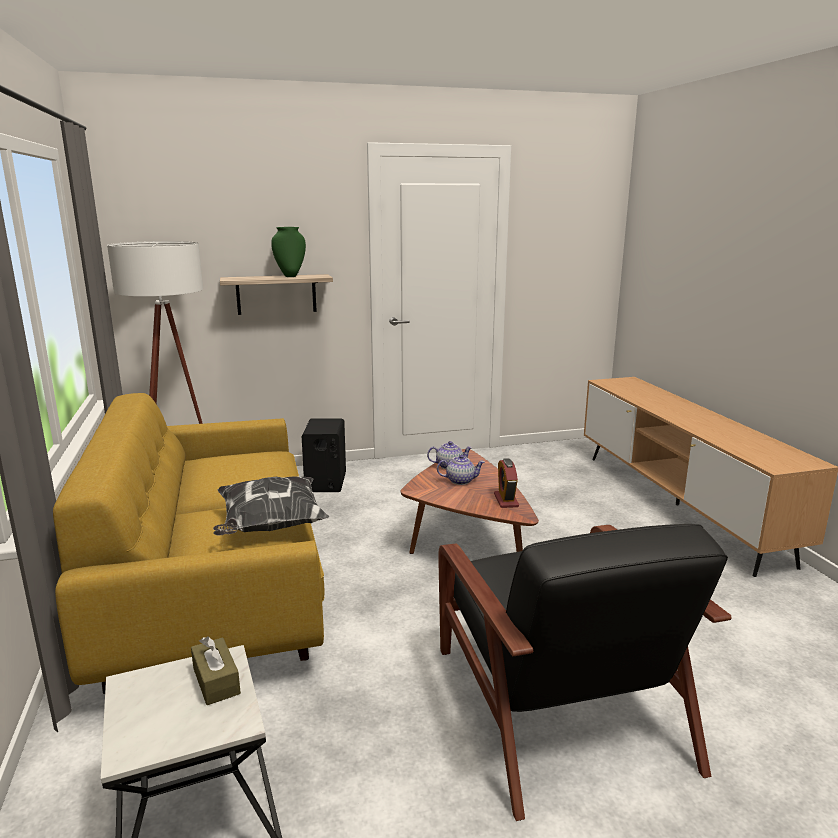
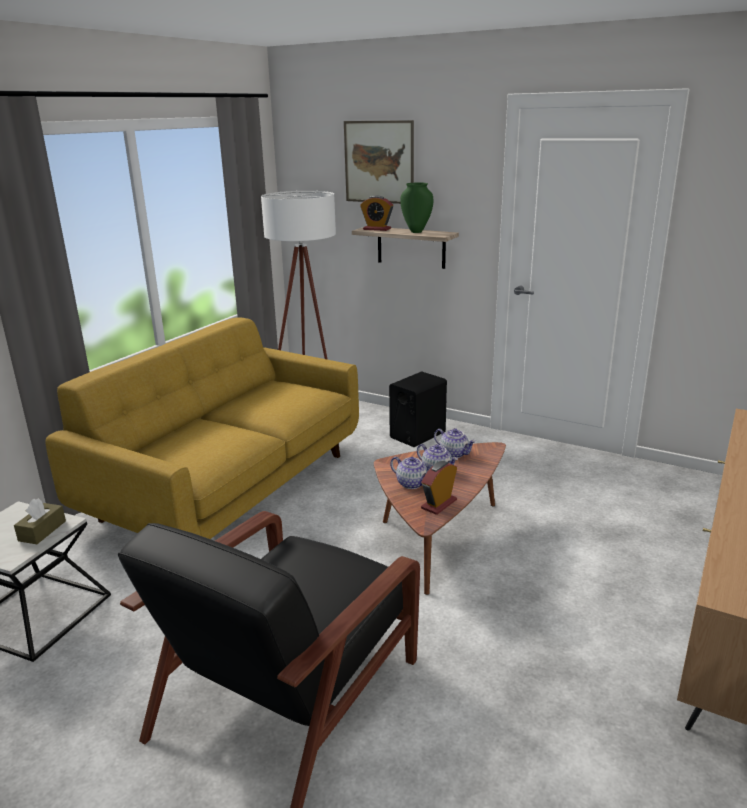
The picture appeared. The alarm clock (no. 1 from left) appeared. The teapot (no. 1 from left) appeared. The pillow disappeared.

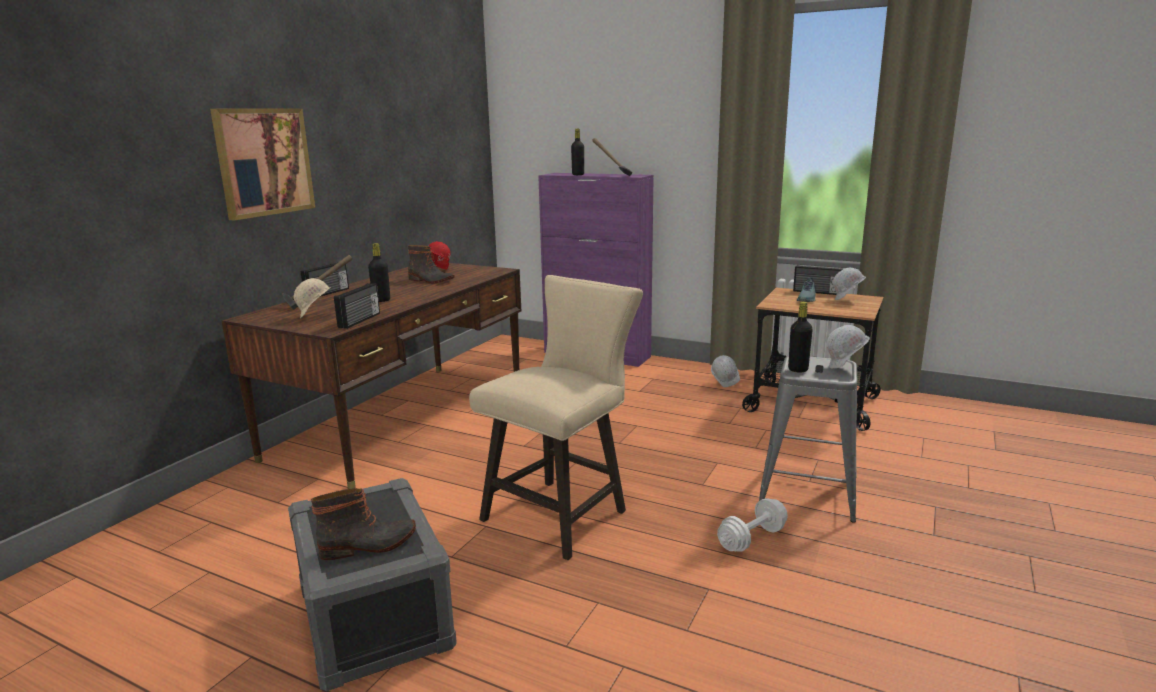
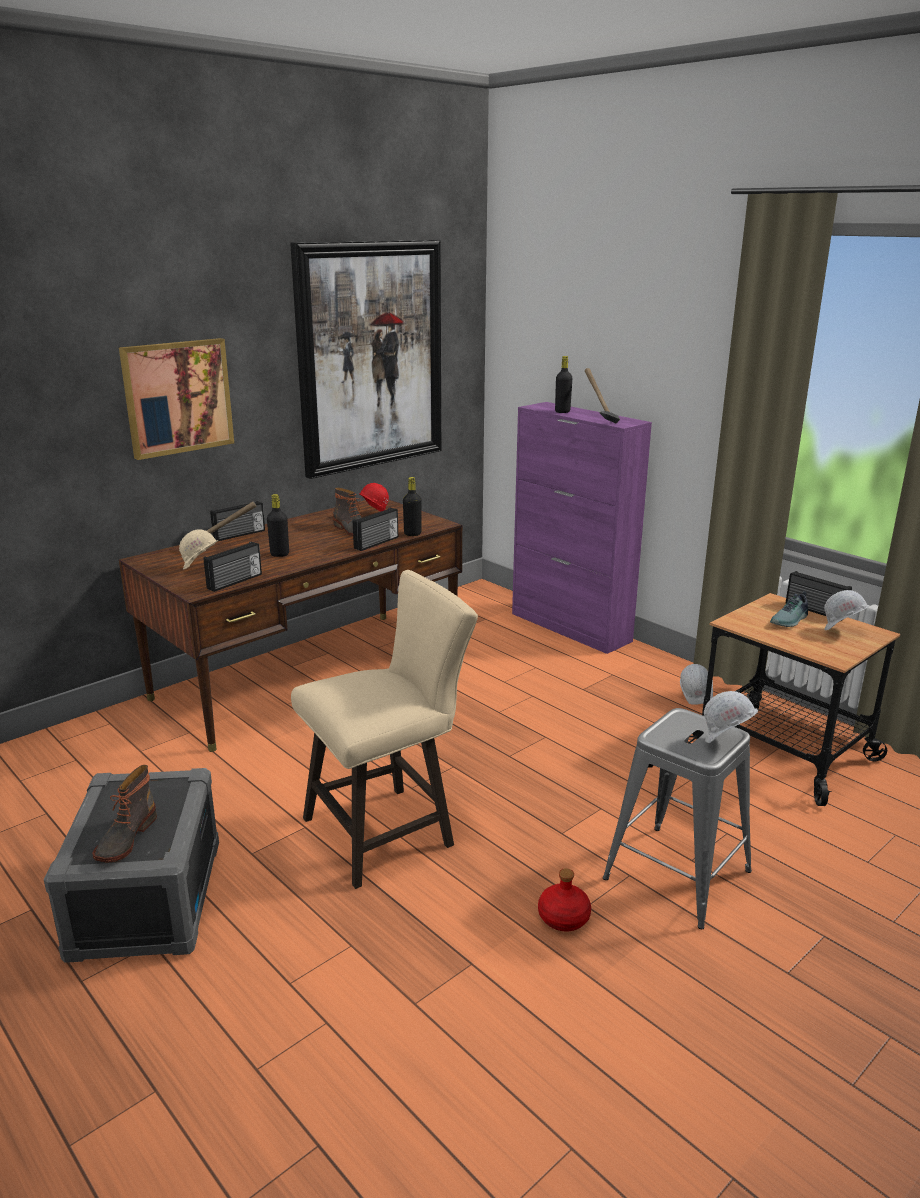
The boot (no. 1 from left) turned 105 degrees clockwise. The picture (no. 2 from left) appeared. The radio (no. 3 from left) appeared. The black bottle (no. 3 from left in the first image) moved. The white dumbbell was replaced by the red bottle.

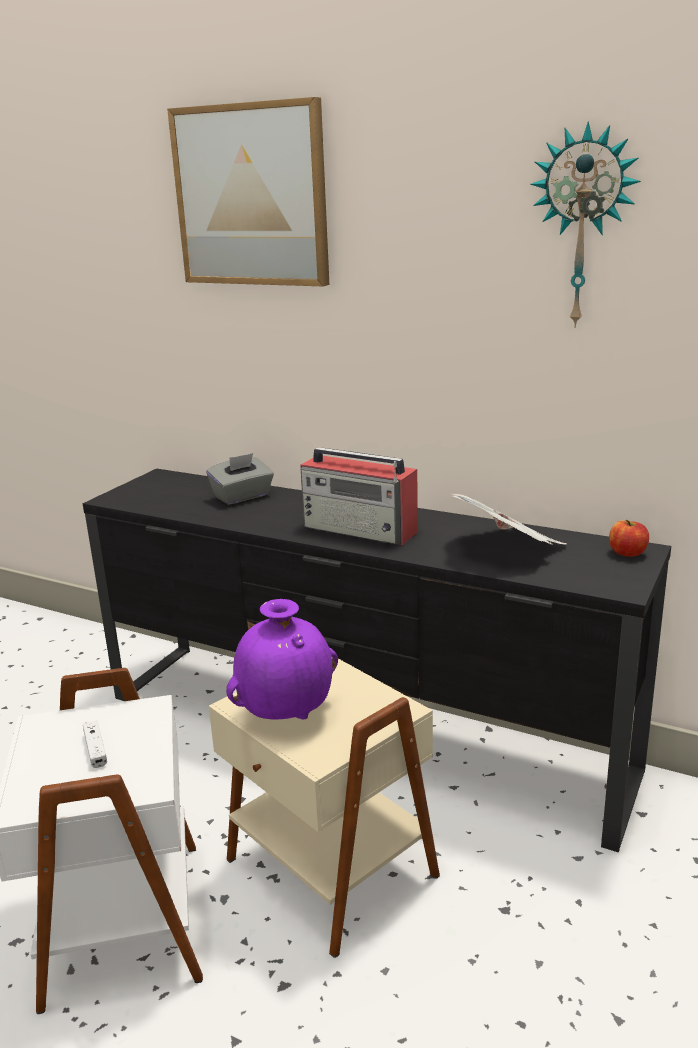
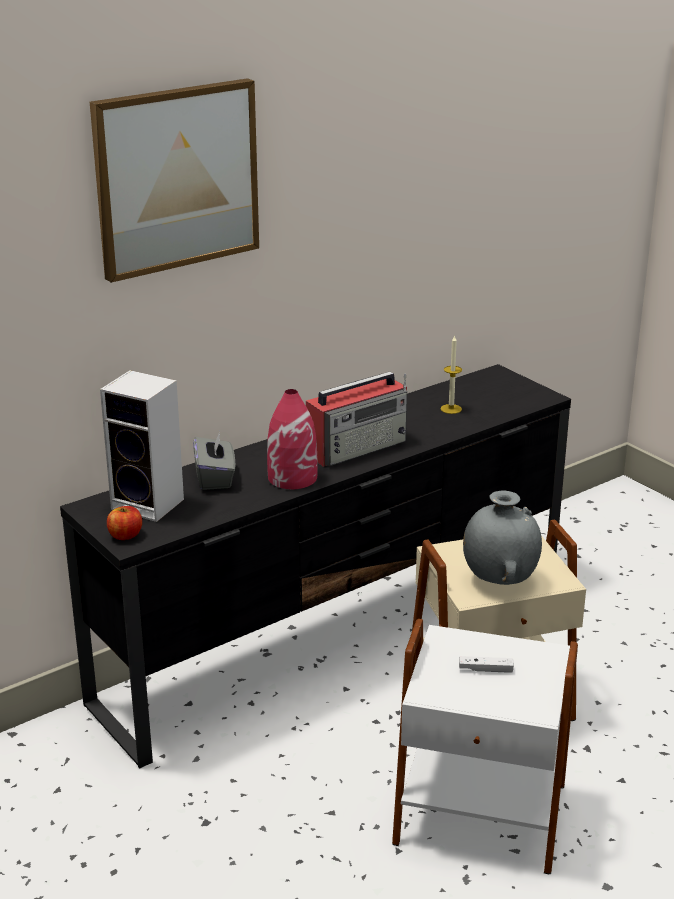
The speaker appeared. The apple moved. The red vase appeared. The newspaper was replaced by the candle. The purple vase became the grey vase. The wall clock disappeared.

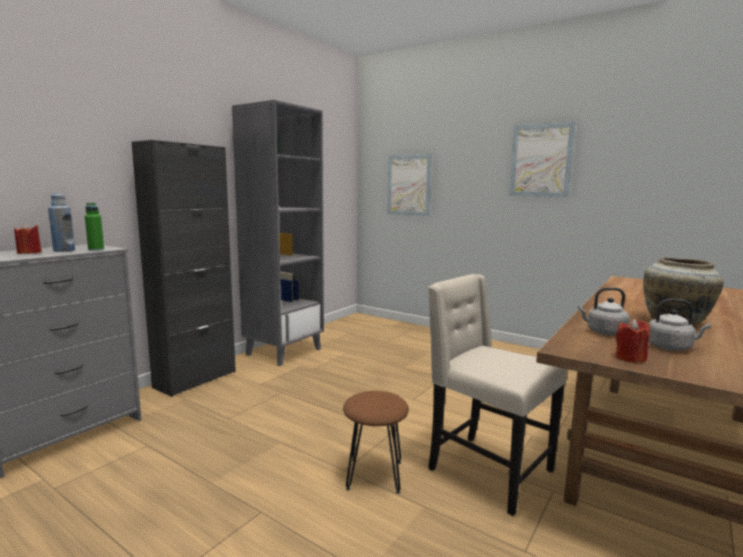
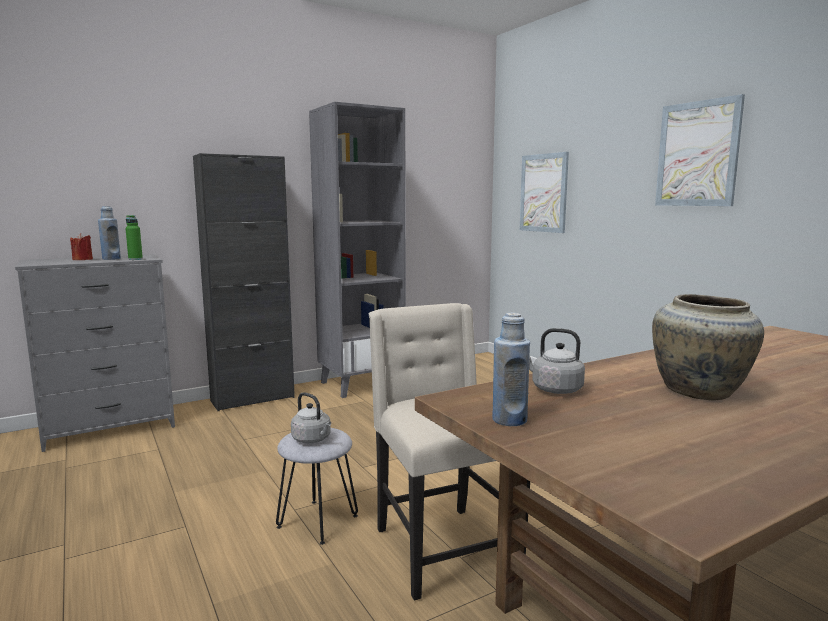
The brown stool became the grey stool. The grey kettle (no. 2 from left in the first image) moved. The red candle (no. 2 from left) was replaced by the blue bottle (no. 2 from left).

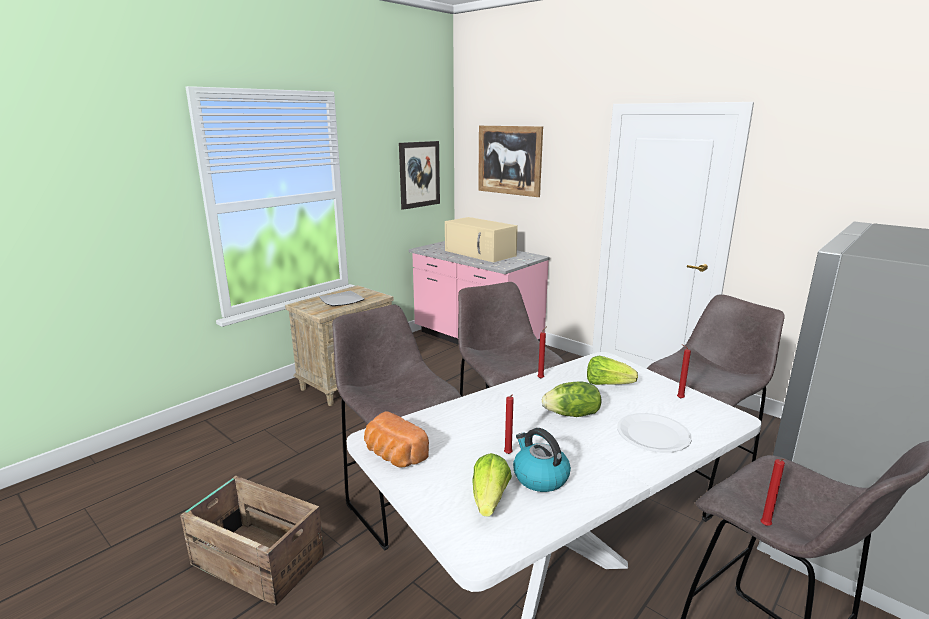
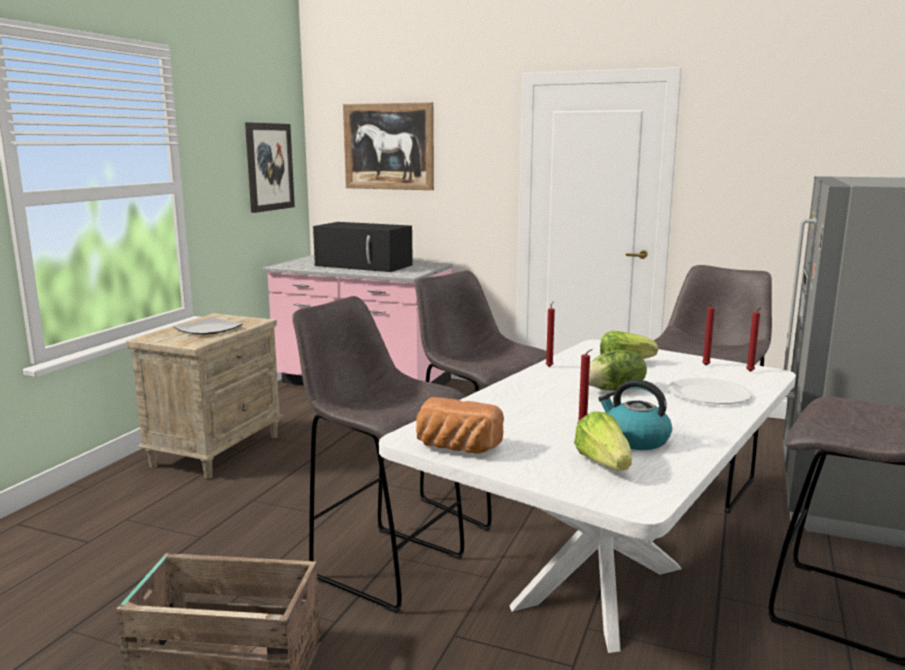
The beige microwave became the black microwave. The red candle (no. 4 from left) moved.

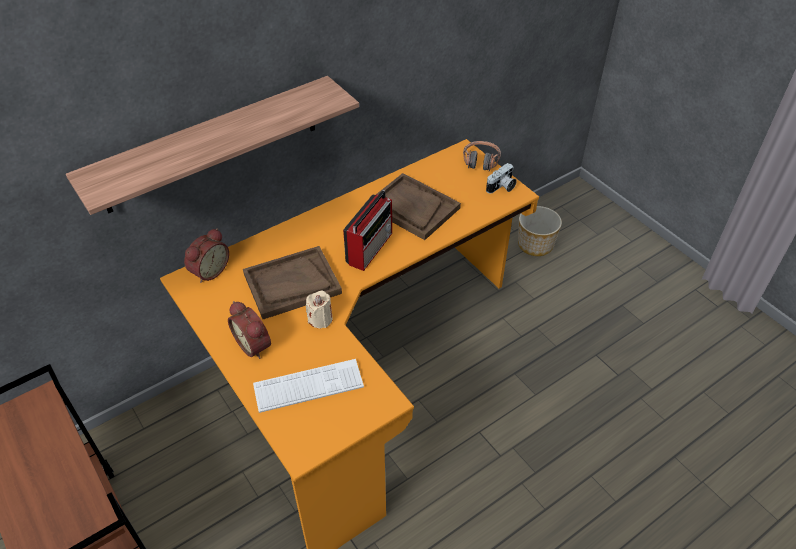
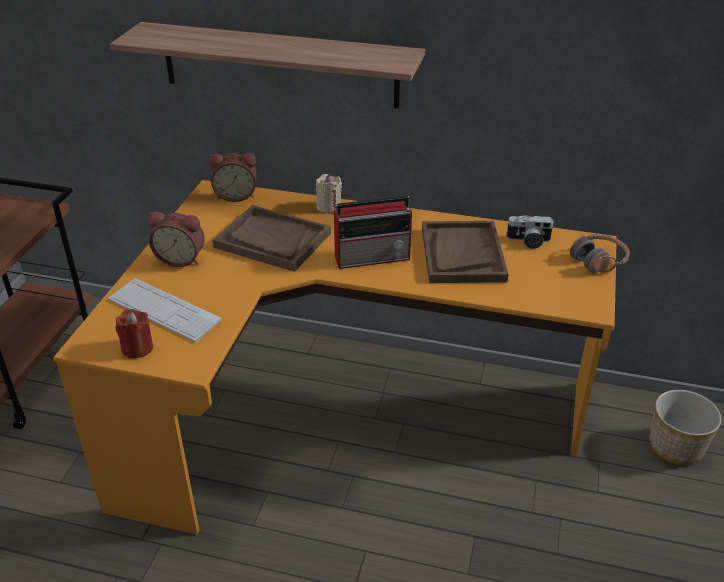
The red candle appeared. The alarm clock (no. 2 from left in the first image) turned 90 degrees counterclockwise. The beige candle moved. The photo camera moved.

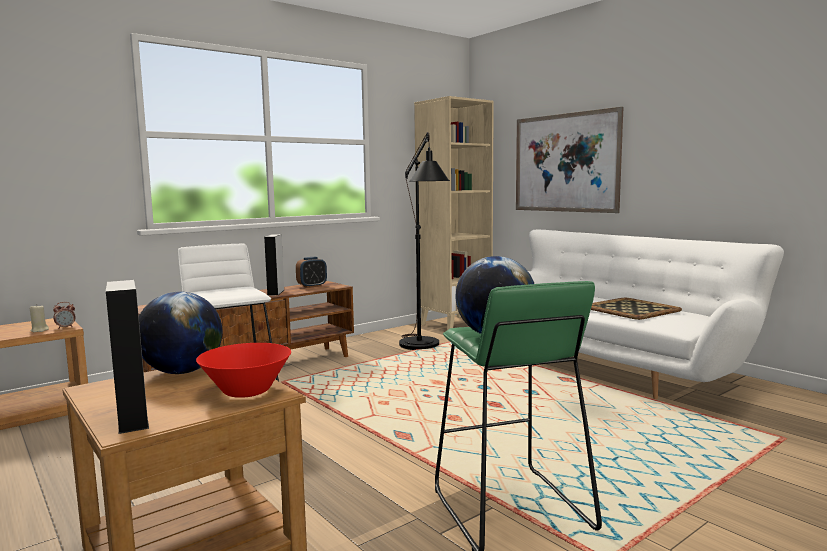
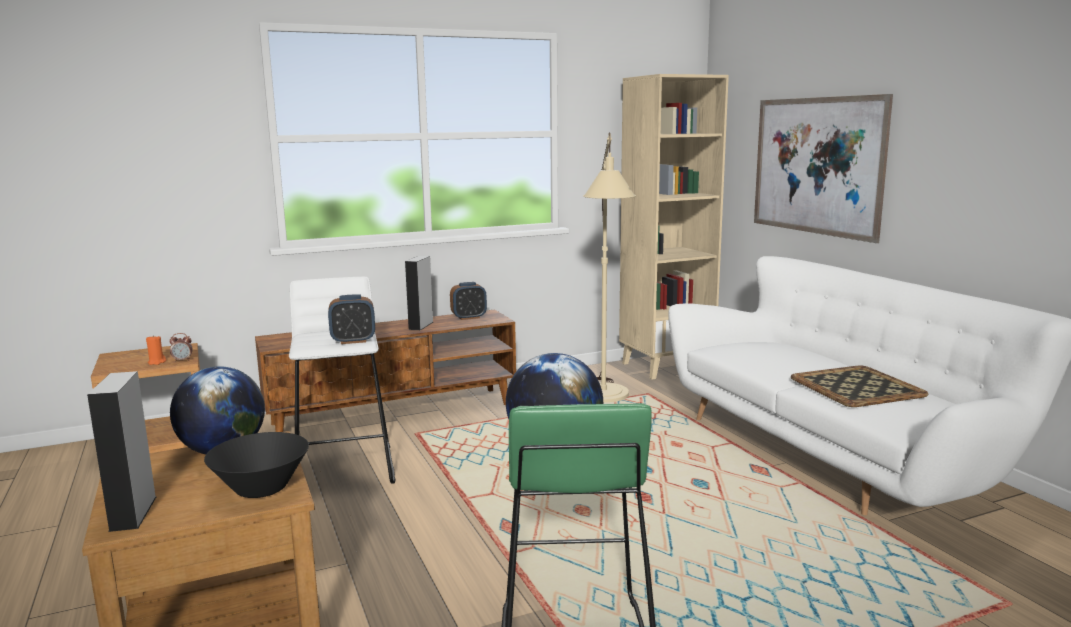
The beige candle became the orange candle. The red bowl became the black bowl. The alarm clock (no. 2 from left) appeared. The black floor lamp became the beige floor lamp.

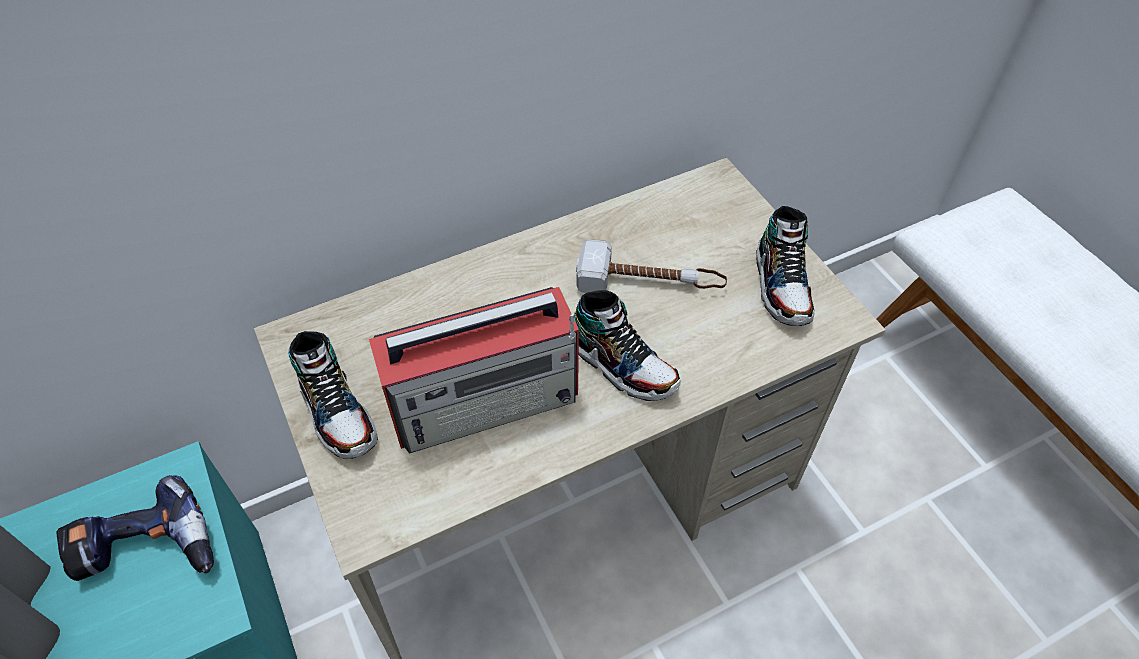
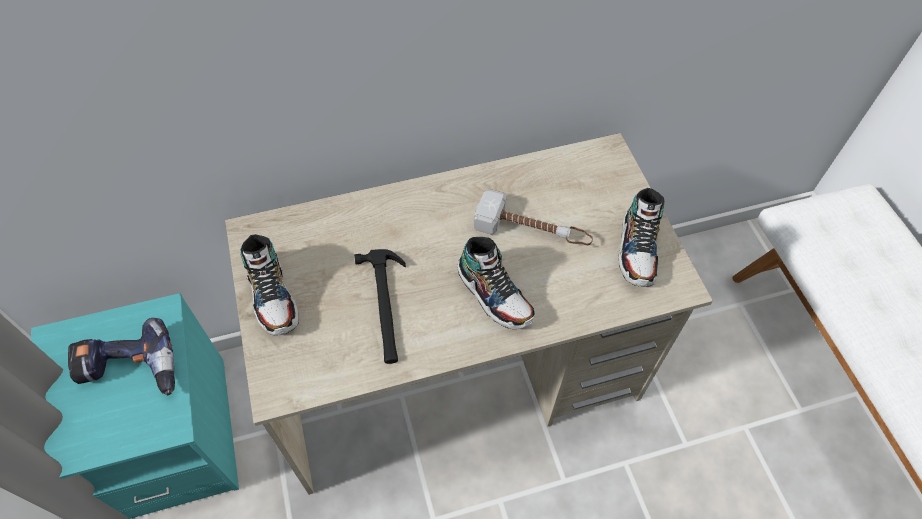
The radio was replaced by the hammer (no. 1 from left).

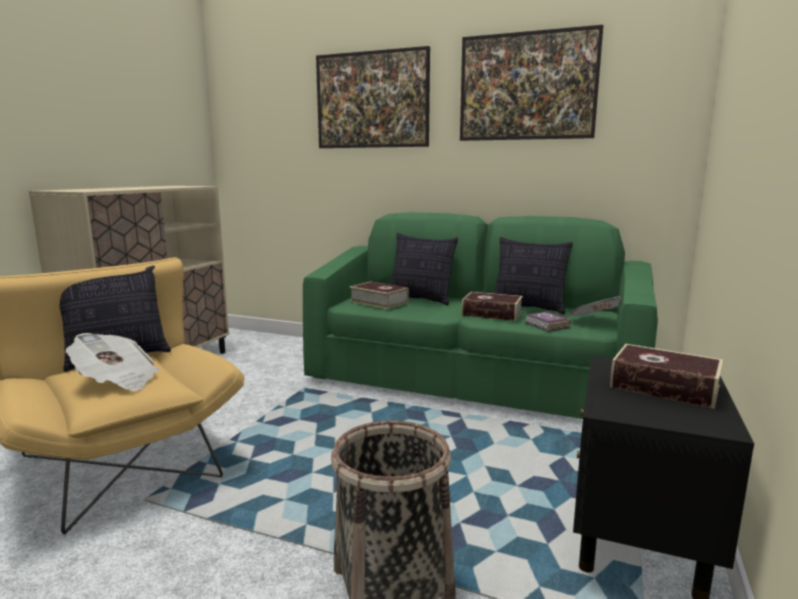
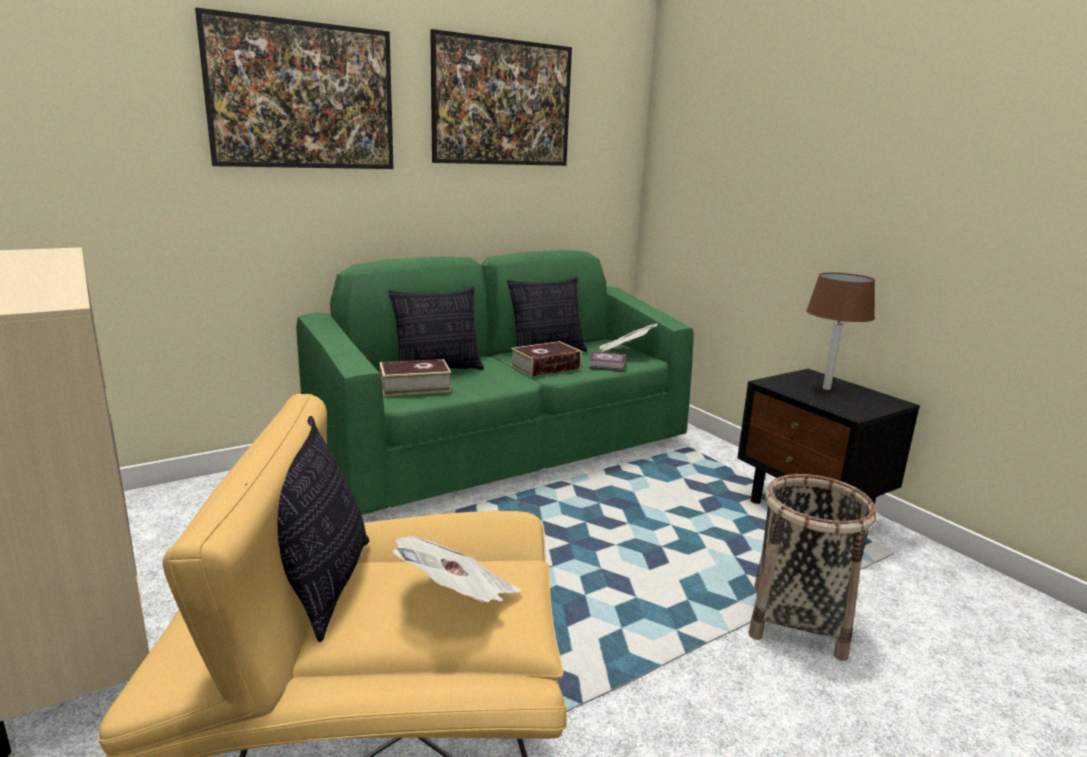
The book (no. 4 from left) was replaced by the brown table lamp.

